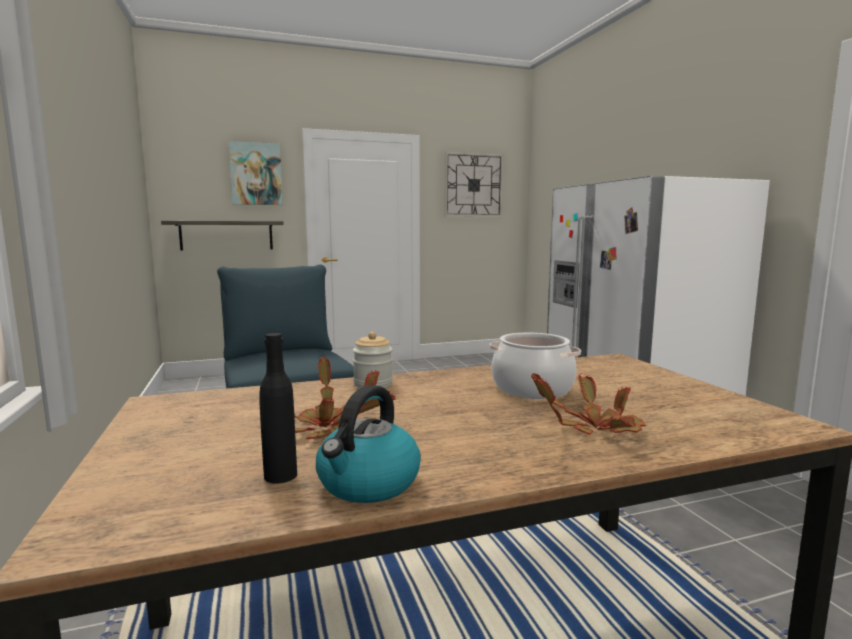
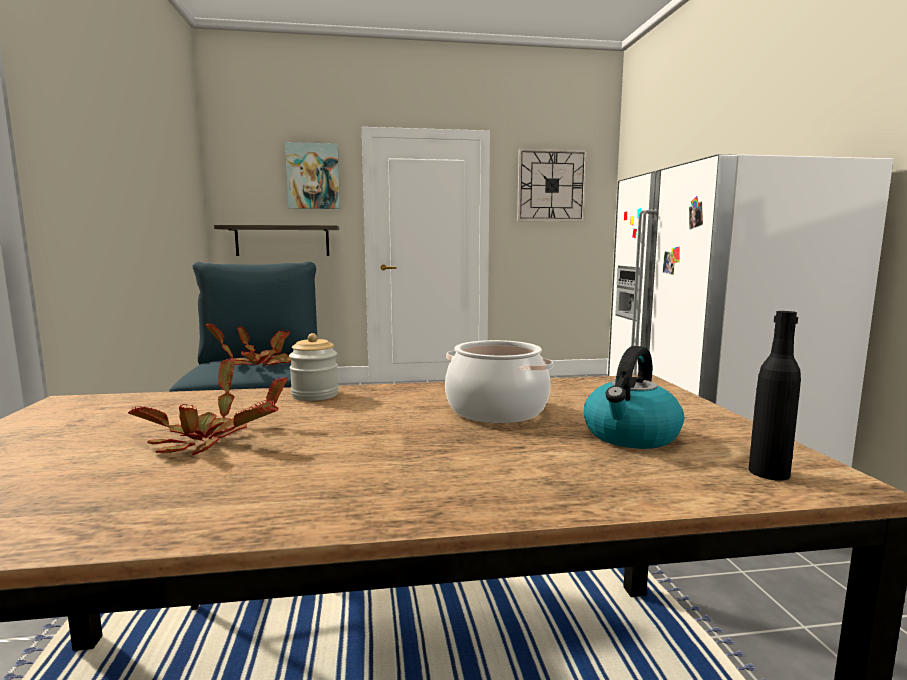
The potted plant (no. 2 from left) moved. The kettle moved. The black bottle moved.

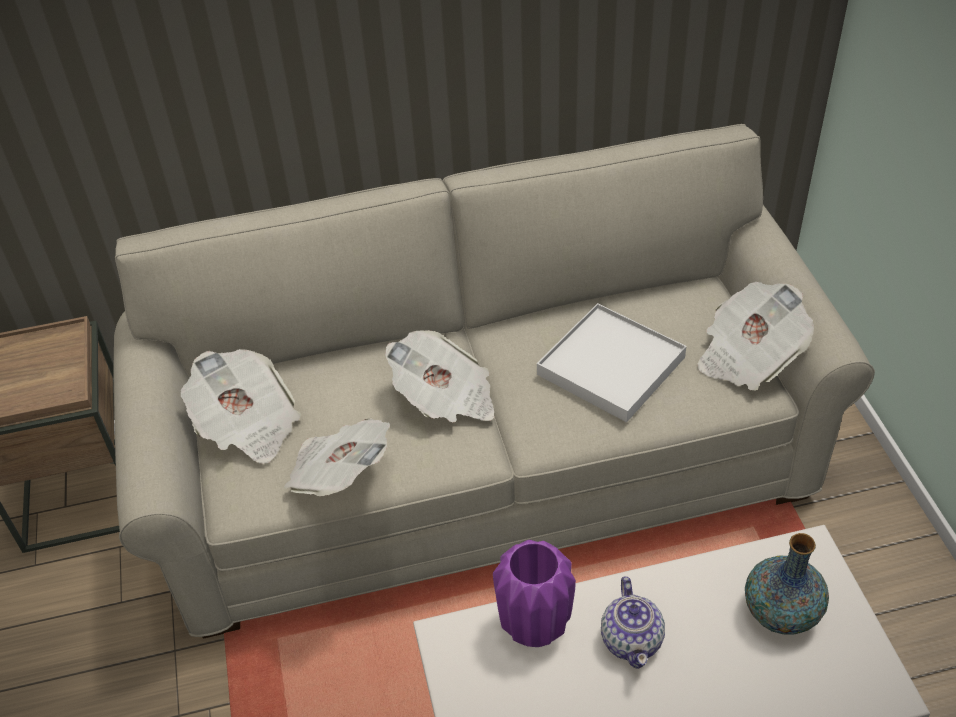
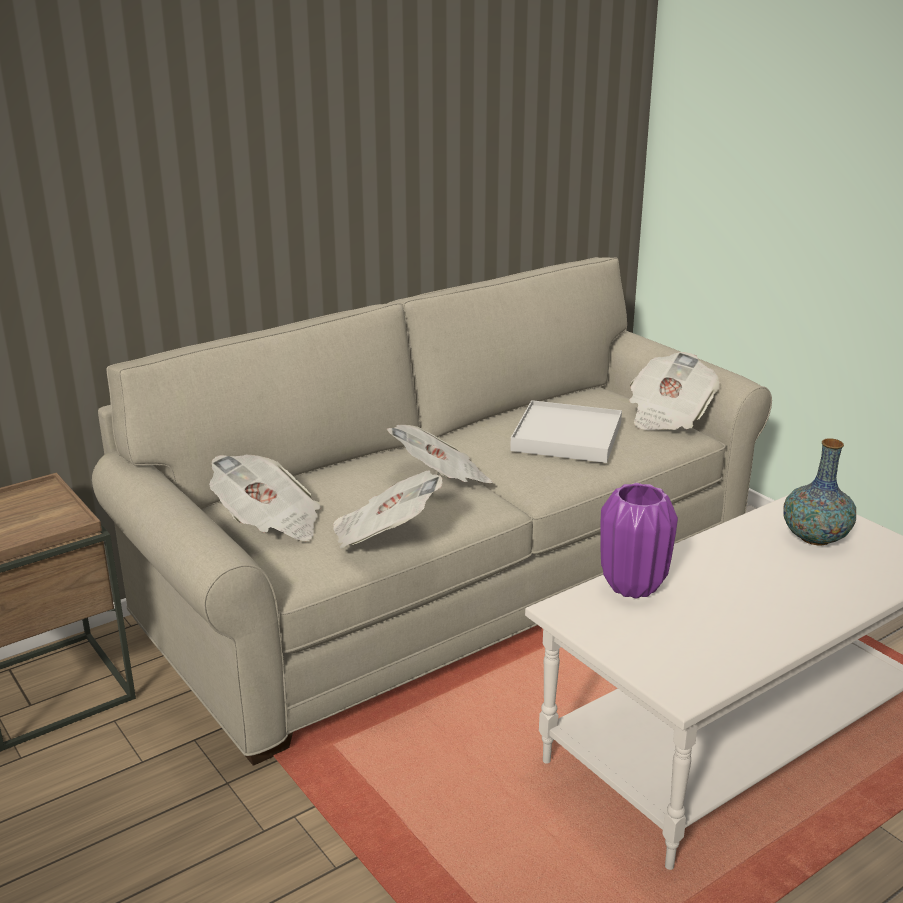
The teapot disappeared.

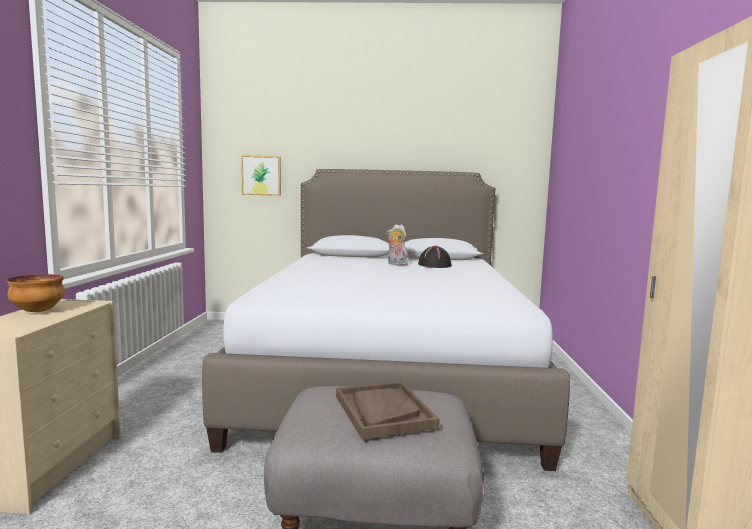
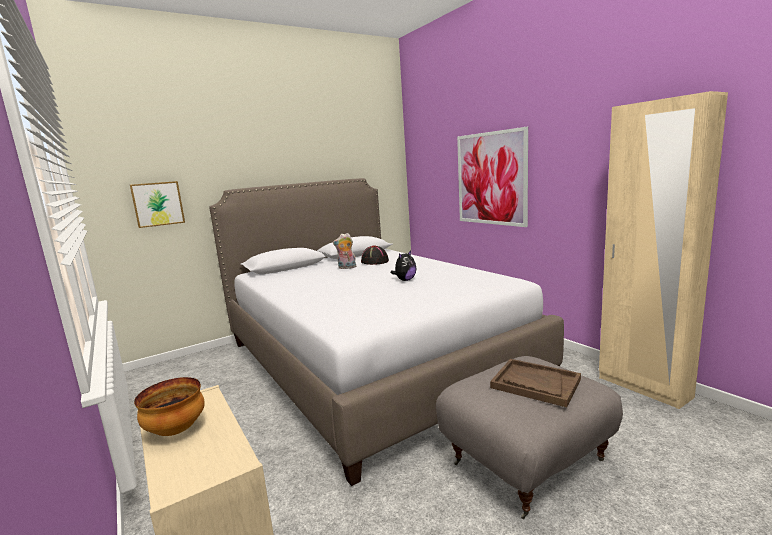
The plush toy (no. 2 from left) appeared. The picture (no. 2 from left) appeared.

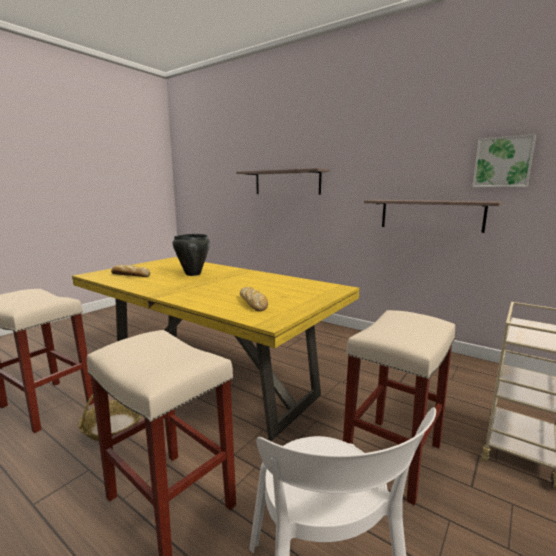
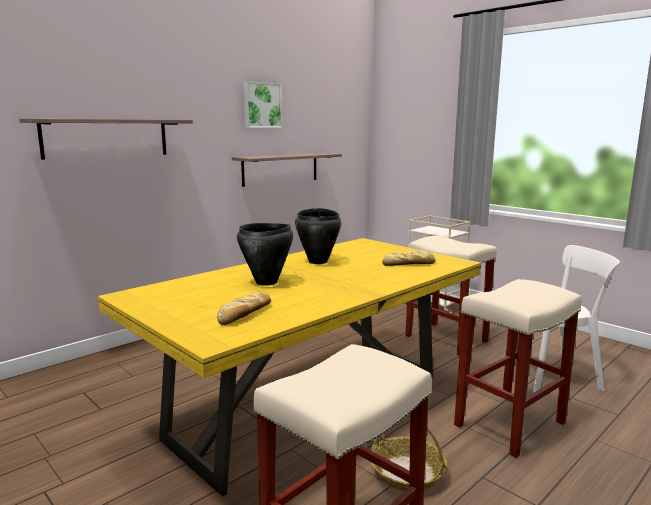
The picture moved. The black cooking pot (no. 2 from left) appeared.

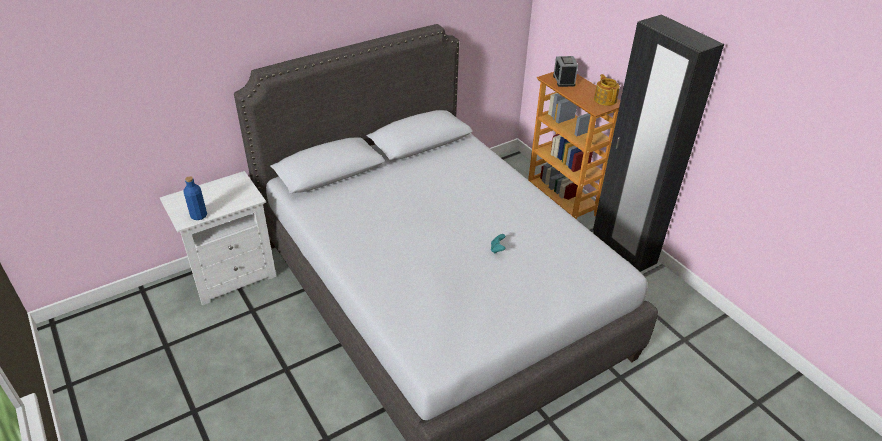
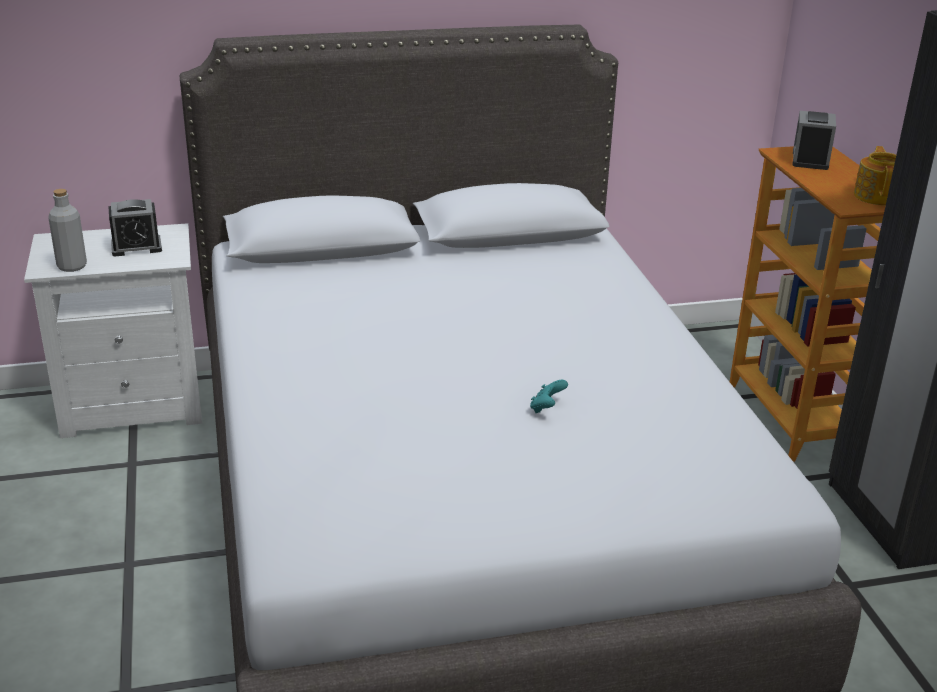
The blue bottle became the grey bottle. The alarm clock (no. 1 from left) appeared.

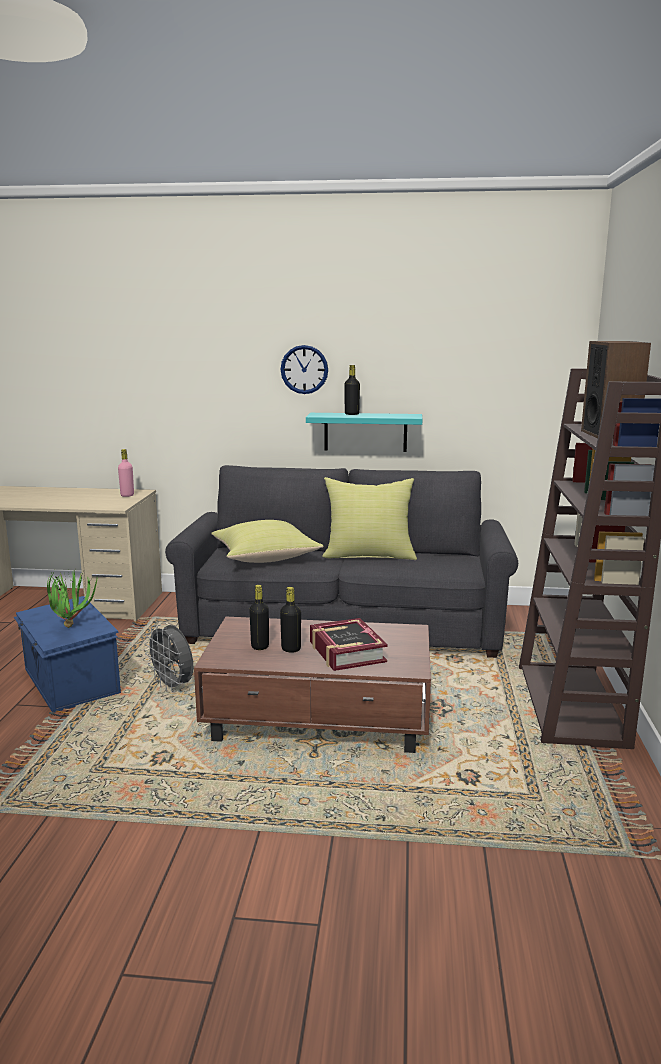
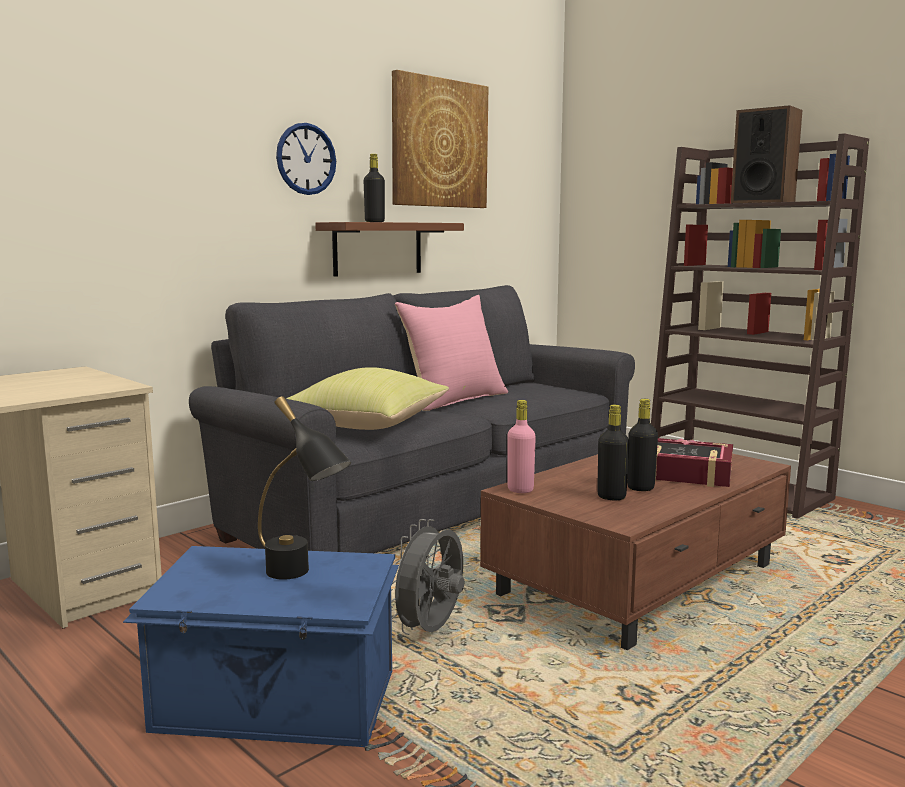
The potted plant was replaced by the black table lamp. The turquoise shelf became the brown shelf. The grey fan turned 120 degrees clockwise. The picture appeared. The yellow pillow (no. 2 from left) became the pink pillow. The pink bottle moved.

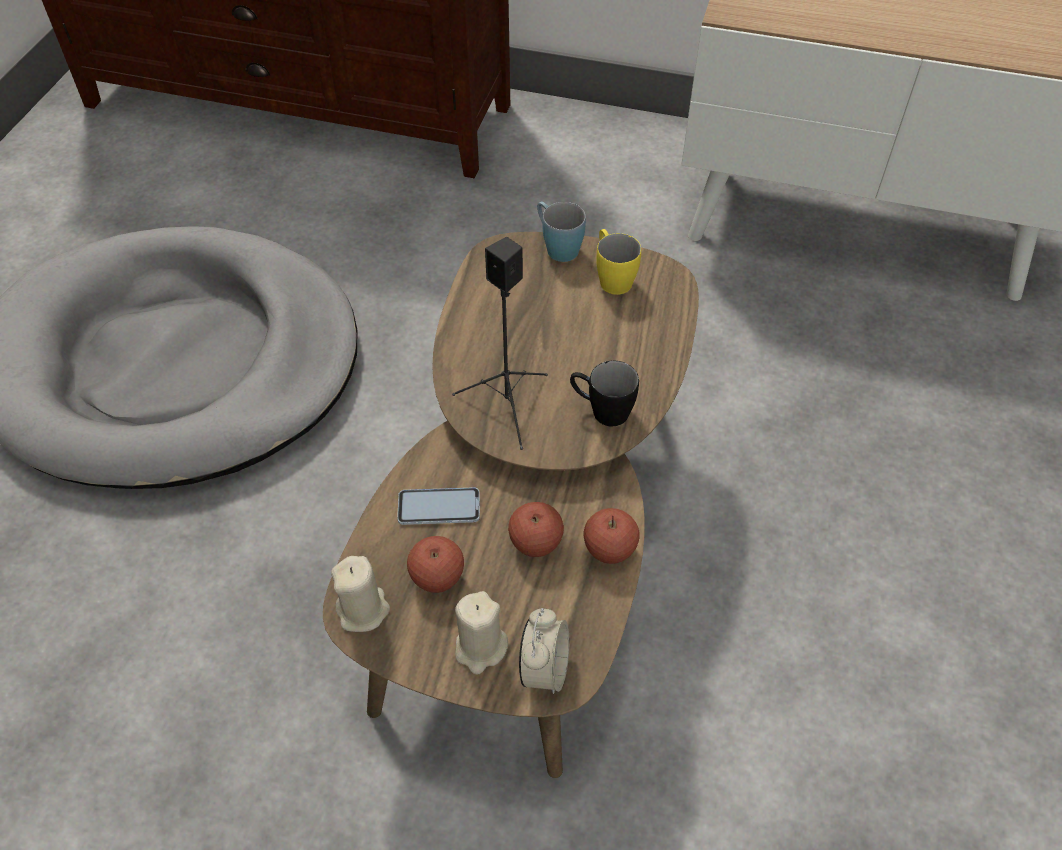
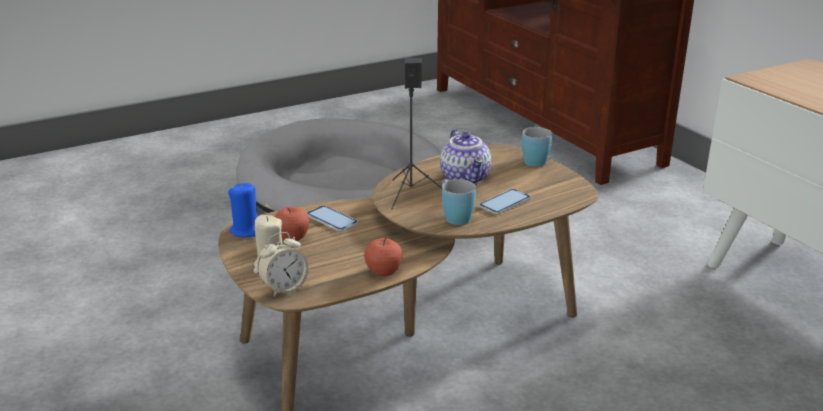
The beige candle (no. 1 from left) became the blue candle. The teapot appeared. The black mug became the blue mug (no. 1 from left). The phone (no. 2 from left) appeared. The apple (no. 2 from left) disappeared. The yellow mug disappeared.

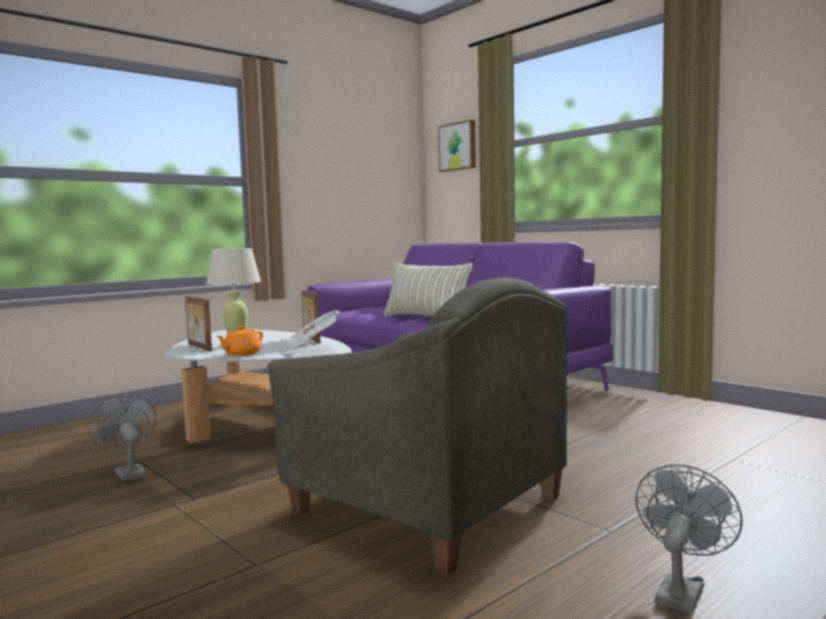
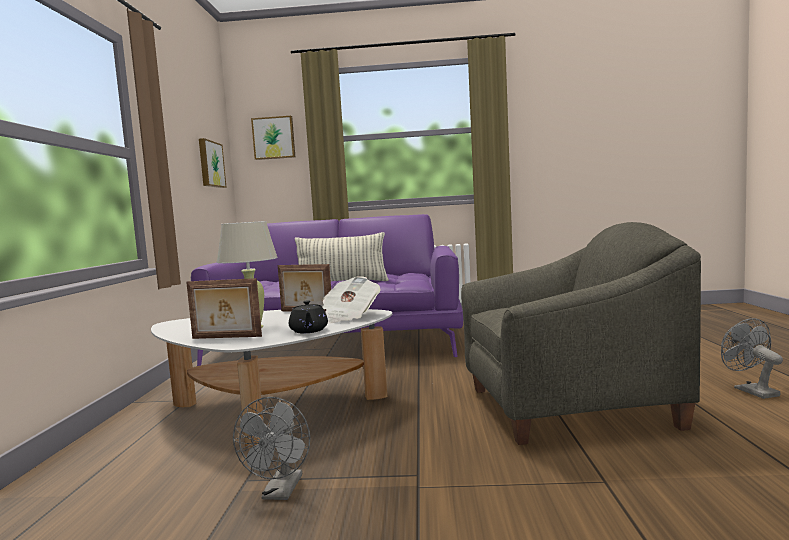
The picture (no. 1 from left) appeared. The grey fan (no. 1 from left) turned 90 degrees counterclockwise. The orange teapot became the black teapot.

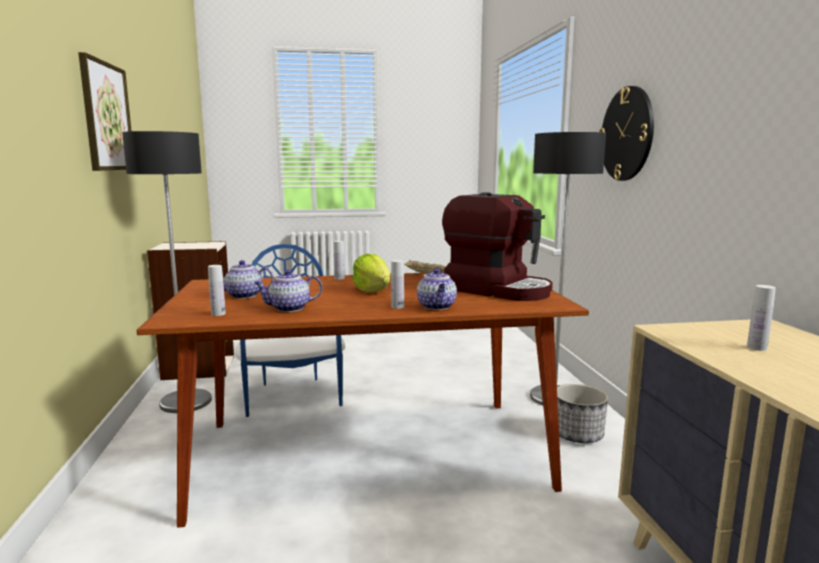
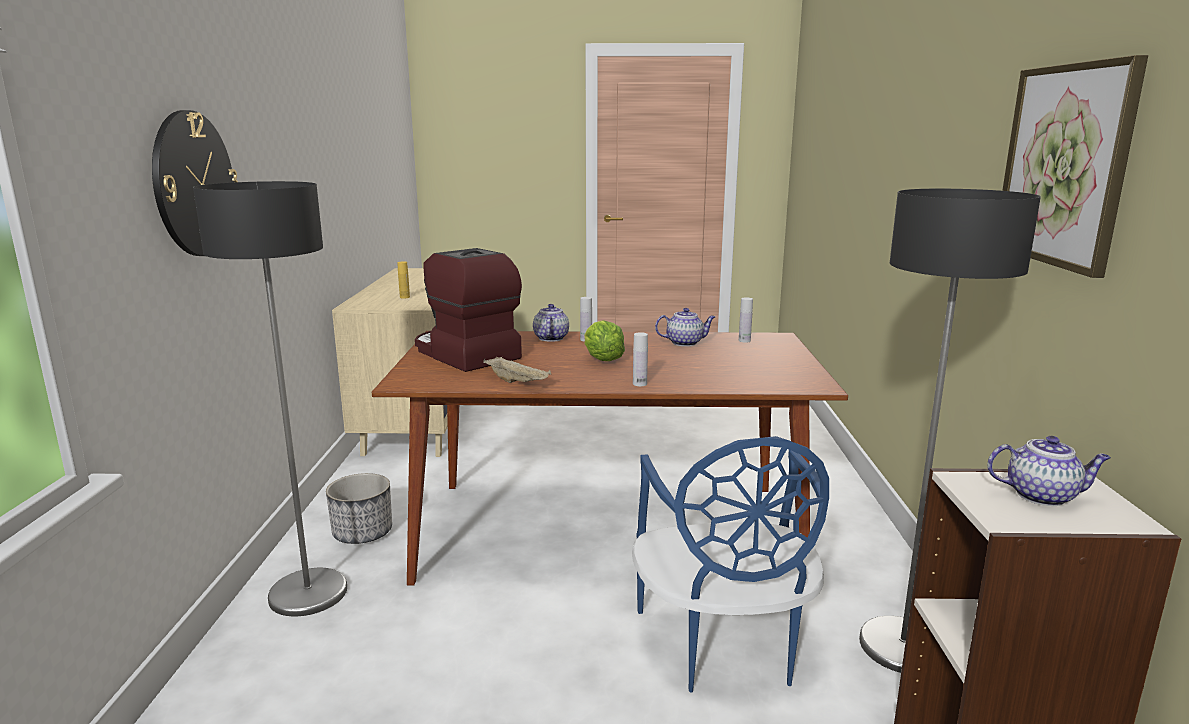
The white bottle (no. 4 from left) became the yellow bottle. The teapot (no. 1 from left in the first image) moved.

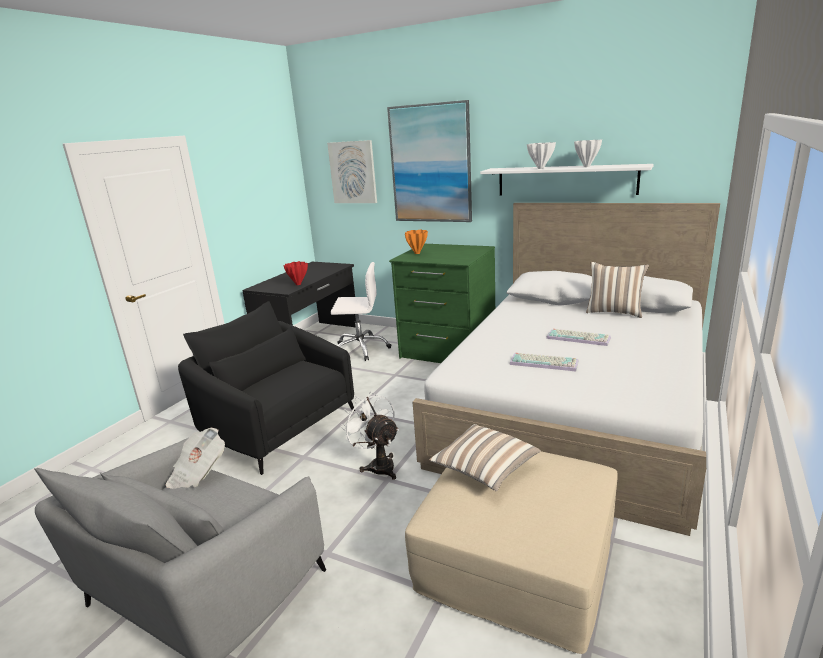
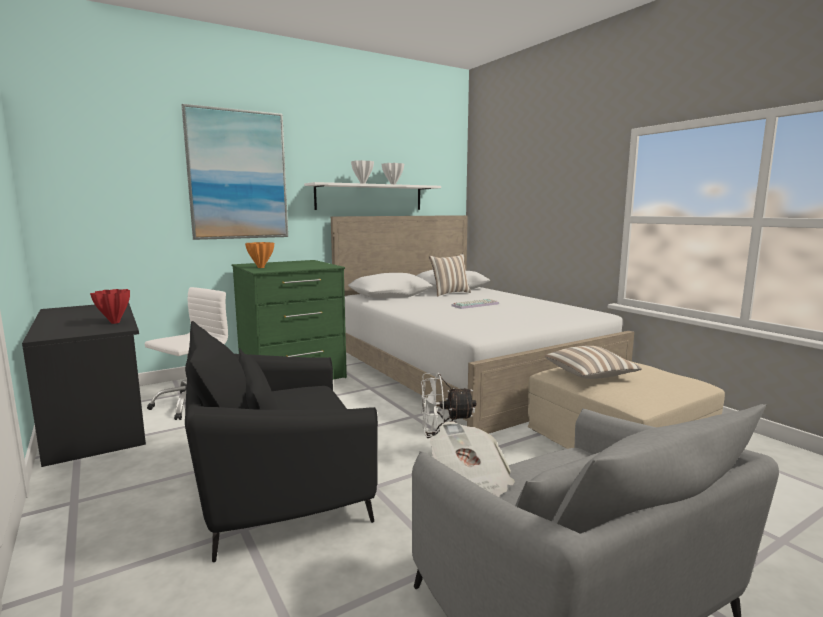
The picture (no. 1 from left) disappeared. The keyboard (no. 1 from left) disappeared.

